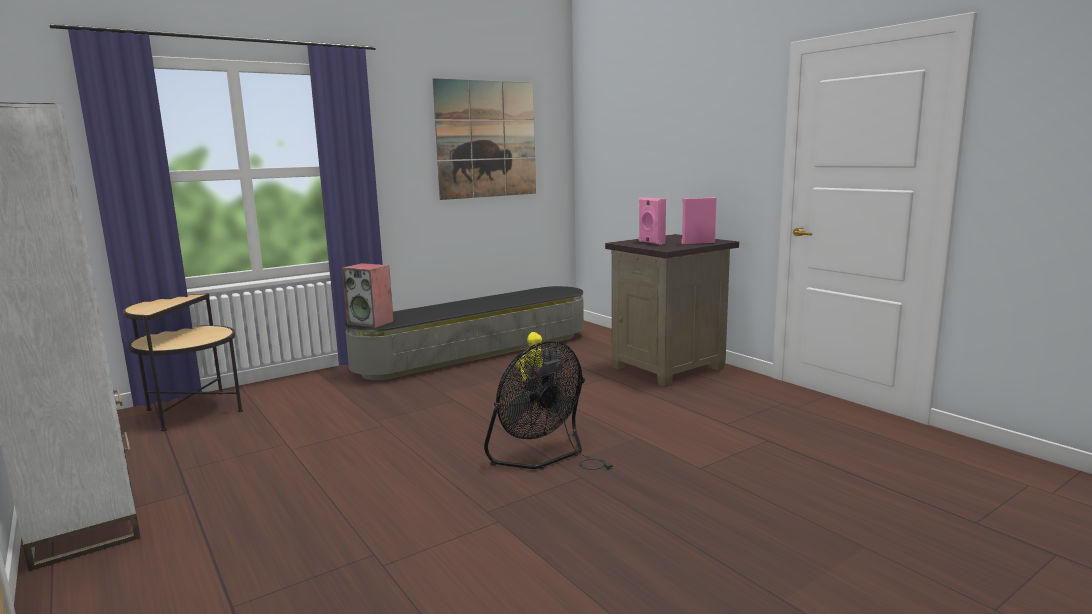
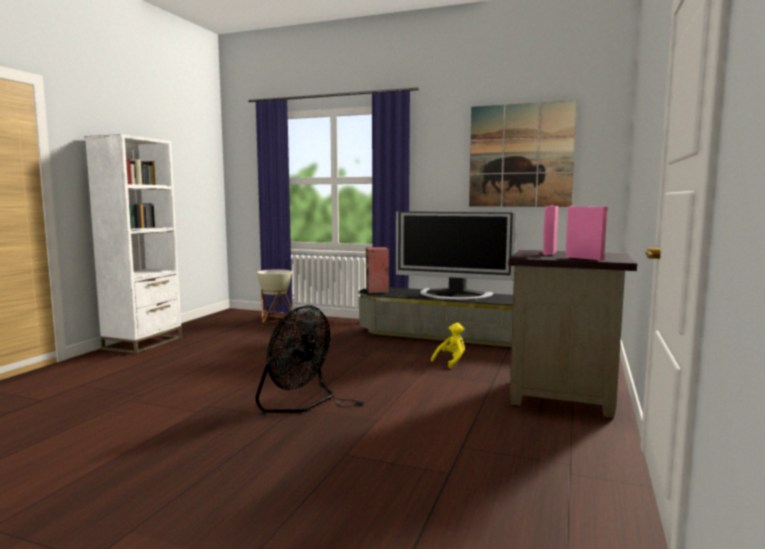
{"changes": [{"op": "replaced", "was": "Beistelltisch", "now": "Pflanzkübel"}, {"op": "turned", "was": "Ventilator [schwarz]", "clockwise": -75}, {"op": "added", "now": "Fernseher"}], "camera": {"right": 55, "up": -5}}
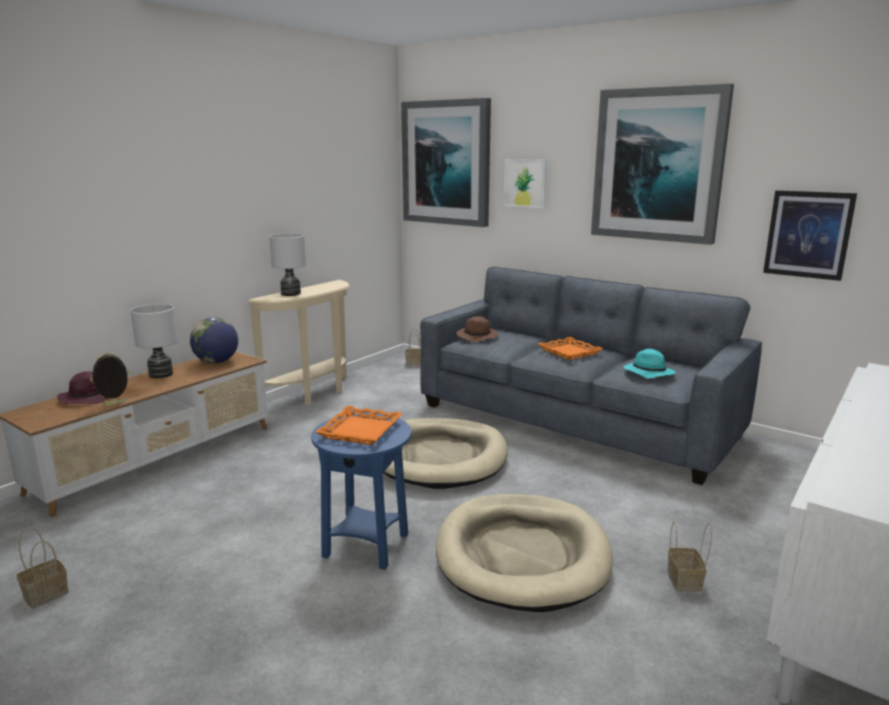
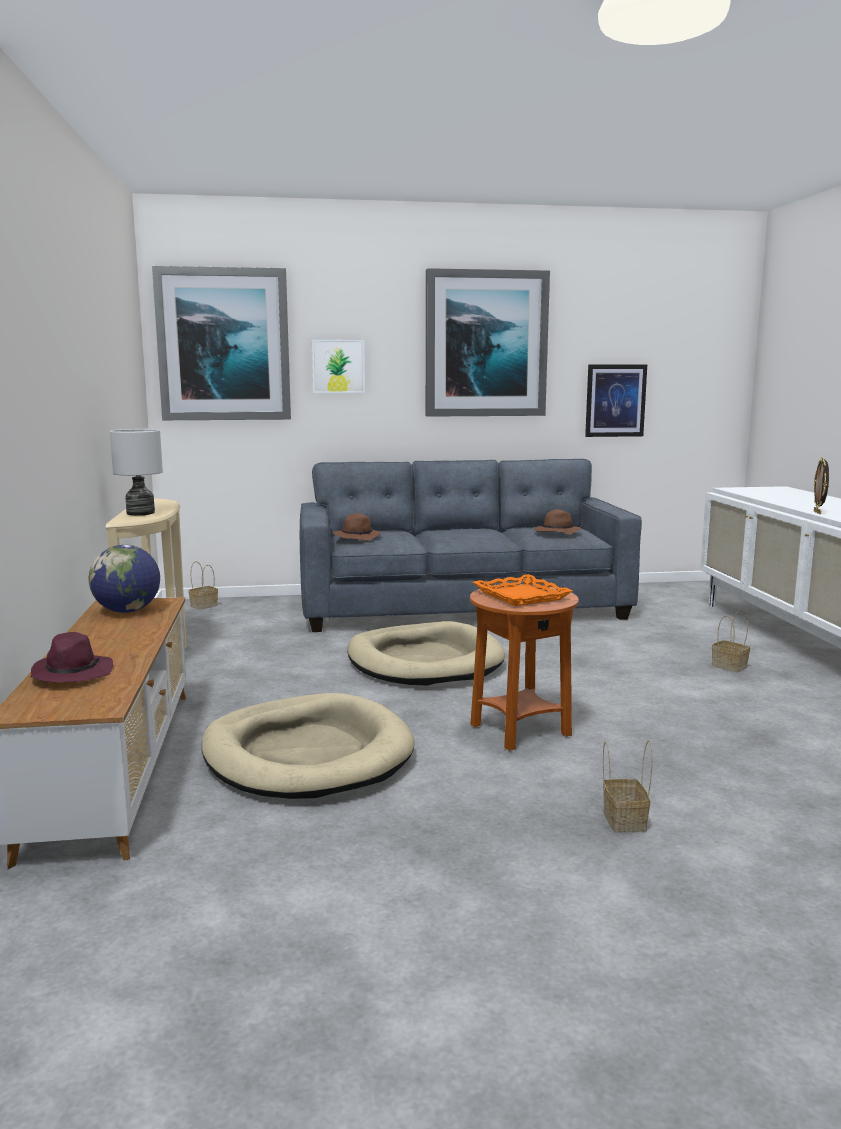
{"changes": [{"op": "moved", "was": "Korb (1st from left in the first image)", "now": "Korb (2nd from left)"}, {"op": "moved", "was": "Bilderrahmen"}, {"op": "removed", "was": "Tischlampe [grau] (1st from left)"}, {"op": "recoloured", "was": "Beistelltisch [blau]", "now": "Beistelltisch [braun]"}, {"op": "moved", "was": "Hundebett [beige] (2nd from left in the first image)", "now": "Hundebett [beige] (1st from left)"}, {"op": "removed", "was": "Tablett [orange] (2nd from left)"}, {"op": "recoloured", "was": "Hut [türkis]", "now": "Hut [braun] (2nd from left)"}], "camera": {"right": -45, "up": -5}}
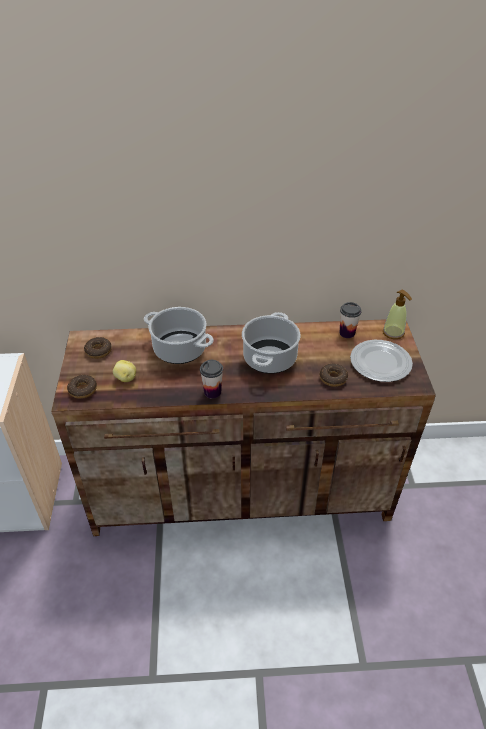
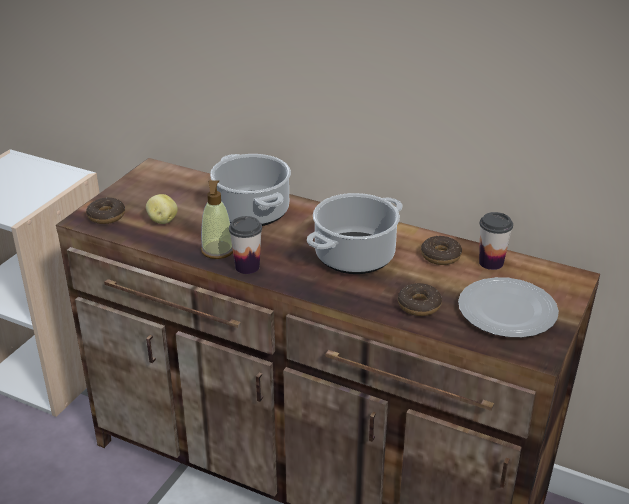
{"changes": [{"op": "moved", "was": "Donut (2nd from left in the first image)", "now": "Donut (3rd from left)"}, {"op": "moved", "was": "Seifenspender"}], "camera": {"right": 30, "up": -10}}
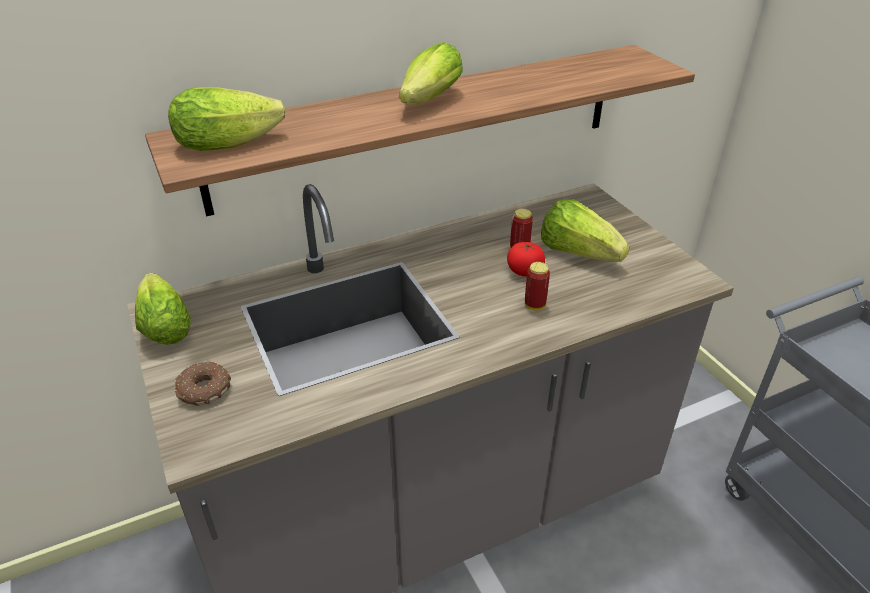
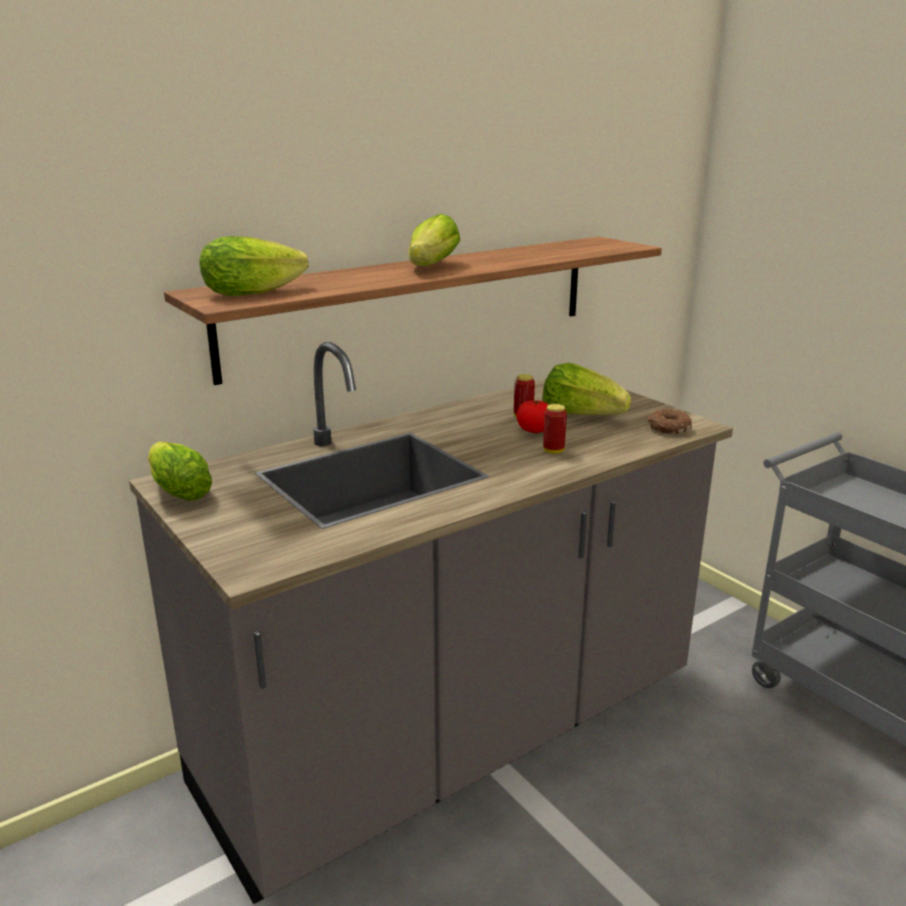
{"changes": [{"op": "moved", "was": "Donut"}], "camera": {"right": -10, "up": -15}}
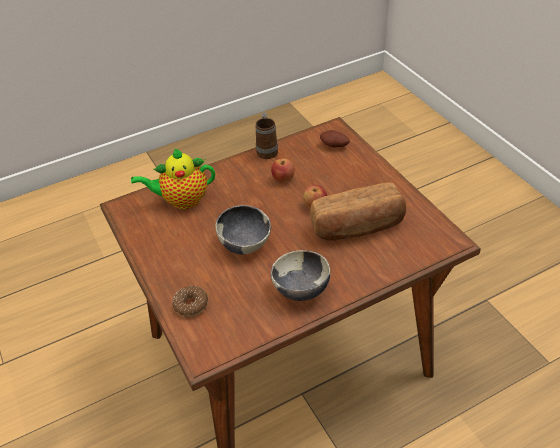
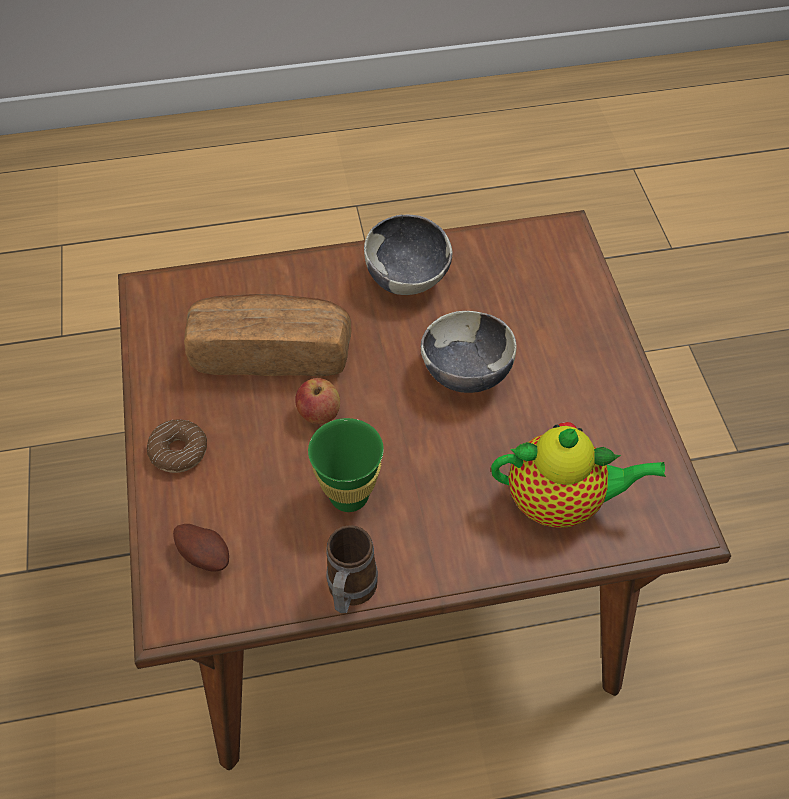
{"changes": [{"op": "moved", "was": "Donut"}, {"op": "replaced", "was": "Apfel (1st from left)", "now": "Tasse [grün]"}], "camera": {"right": -165, "up": 10}}
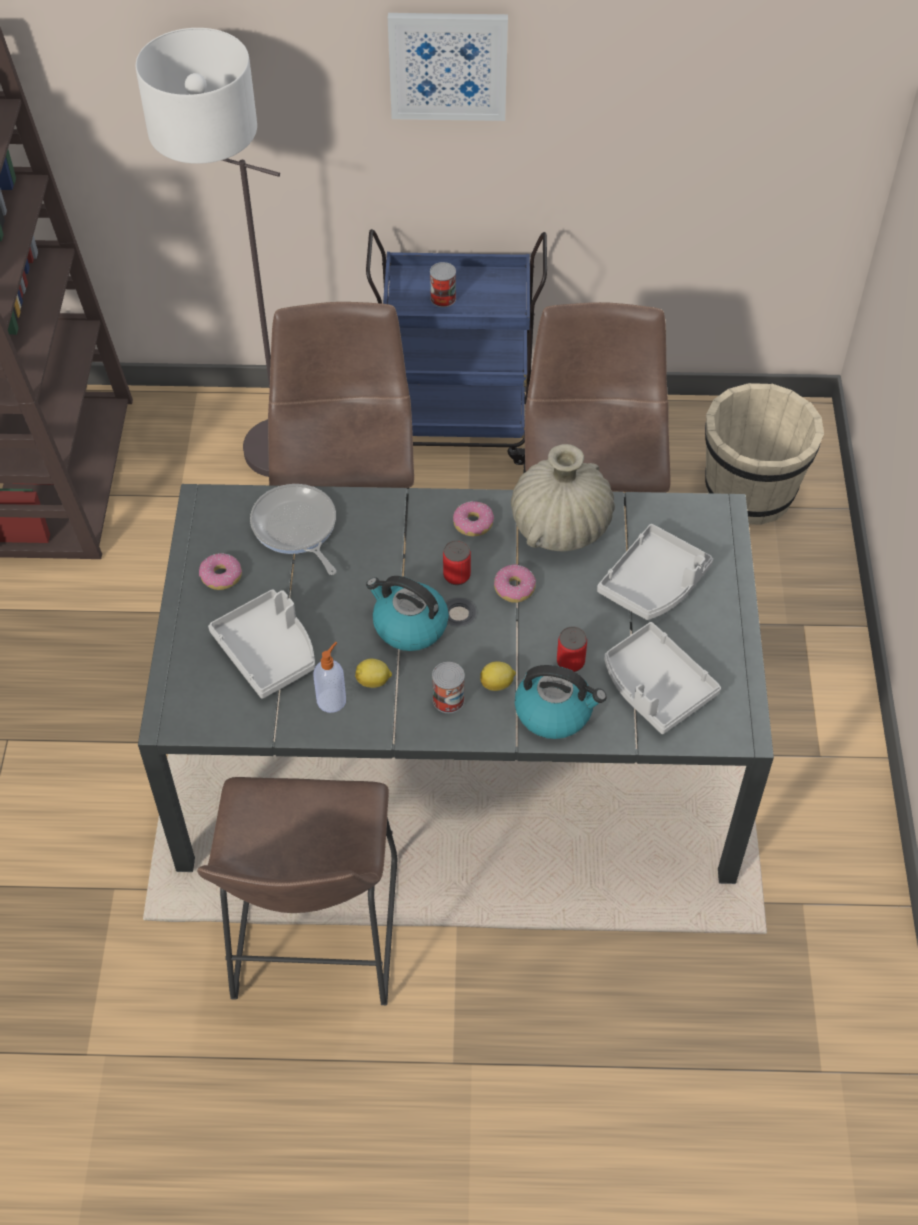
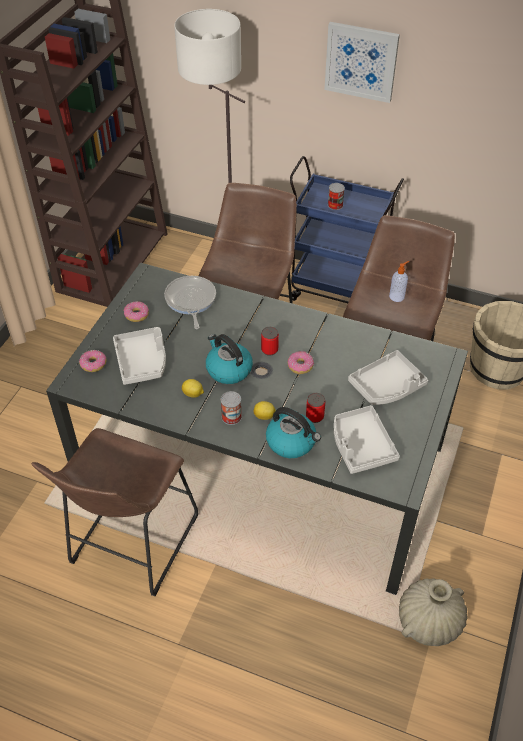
{"changes": [{"op": "moved", "was": "Seifenspender"}, {"op": "moved", "was": "Donut (2nd from left in the first image)", "now": "Donut (1st from left)"}, {"op": "moved", "was": "Vase [beige]"}], "camera": {"right": 20, "up": -5}}
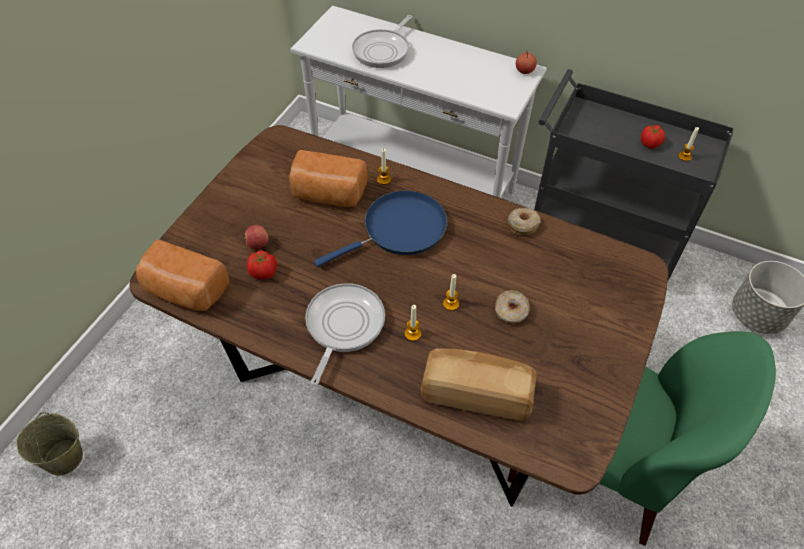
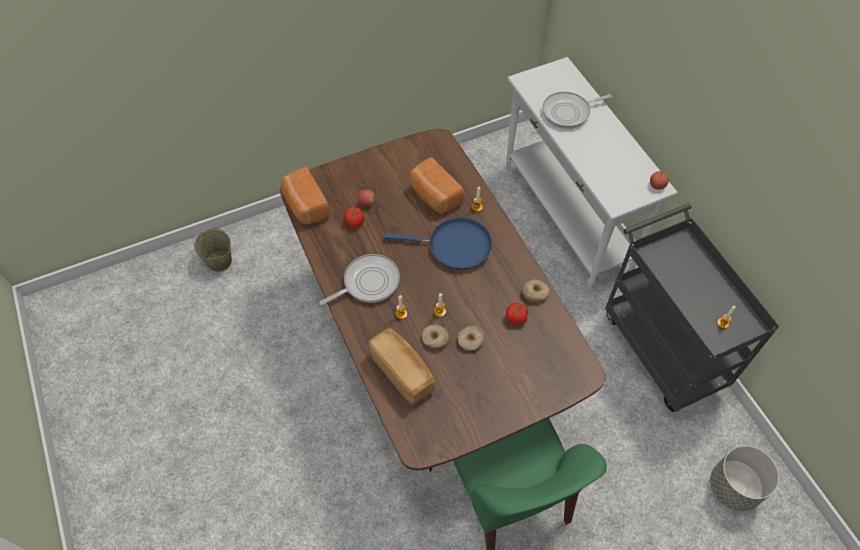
{"changes": [{"op": "moved", "was": "Tomate (2nd from left)"}, {"op": "added", "now": "Donut (1st from left)"}], "camera": {"right": 40, "up": 5}}
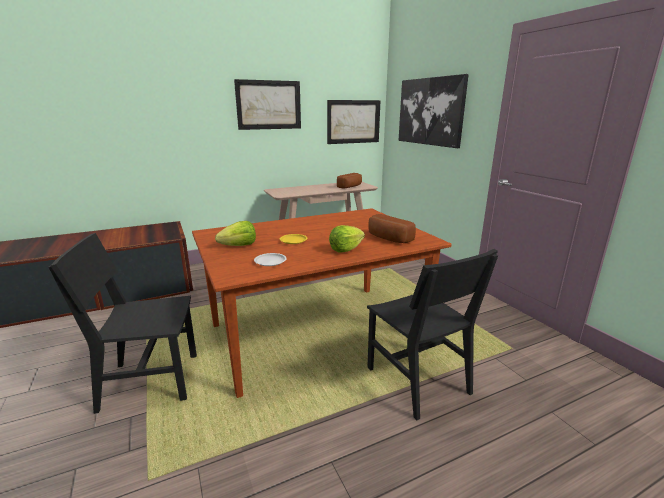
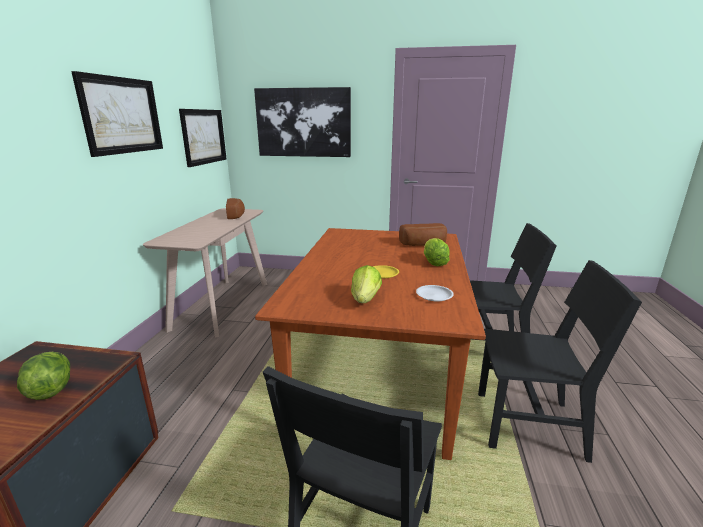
{"changes": [{"op": "added", "now": "Salatkopf (1st from left)"}, {"op": "added", "now": "Stuhl [schwarz] (3rd from left)"}], "camera": {"right": -55, "up": 0}}
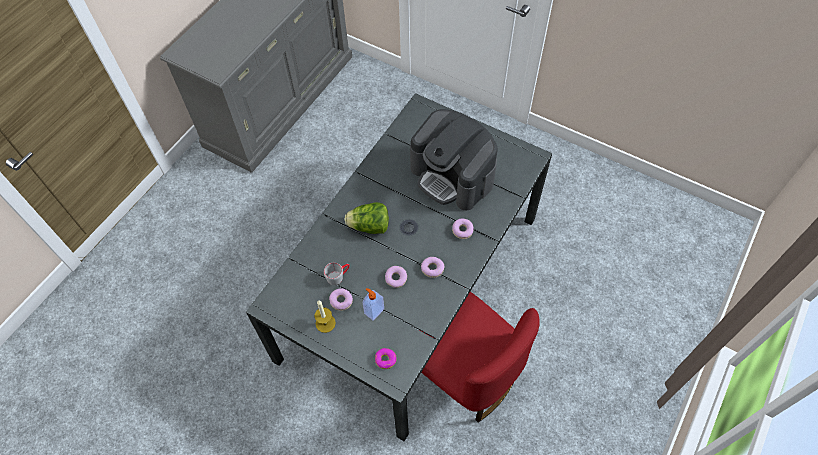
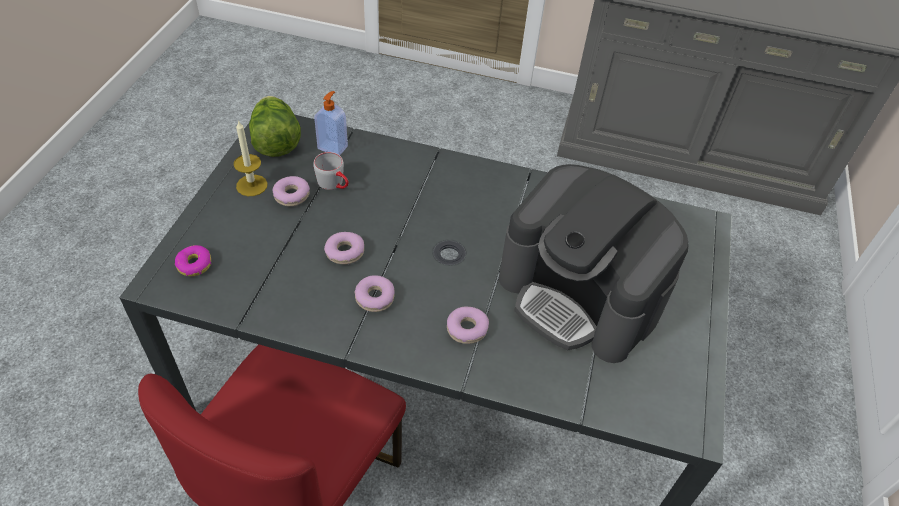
{"changes": [{"op": "moved", "was": "Salatkopf"}, {"op": "moved", "was": "Seifenspender"}, {"op": "turned", "was": "Kaffeemaschine", "clockwise": -75}], "camera": {"right": 70, "up": -10}}
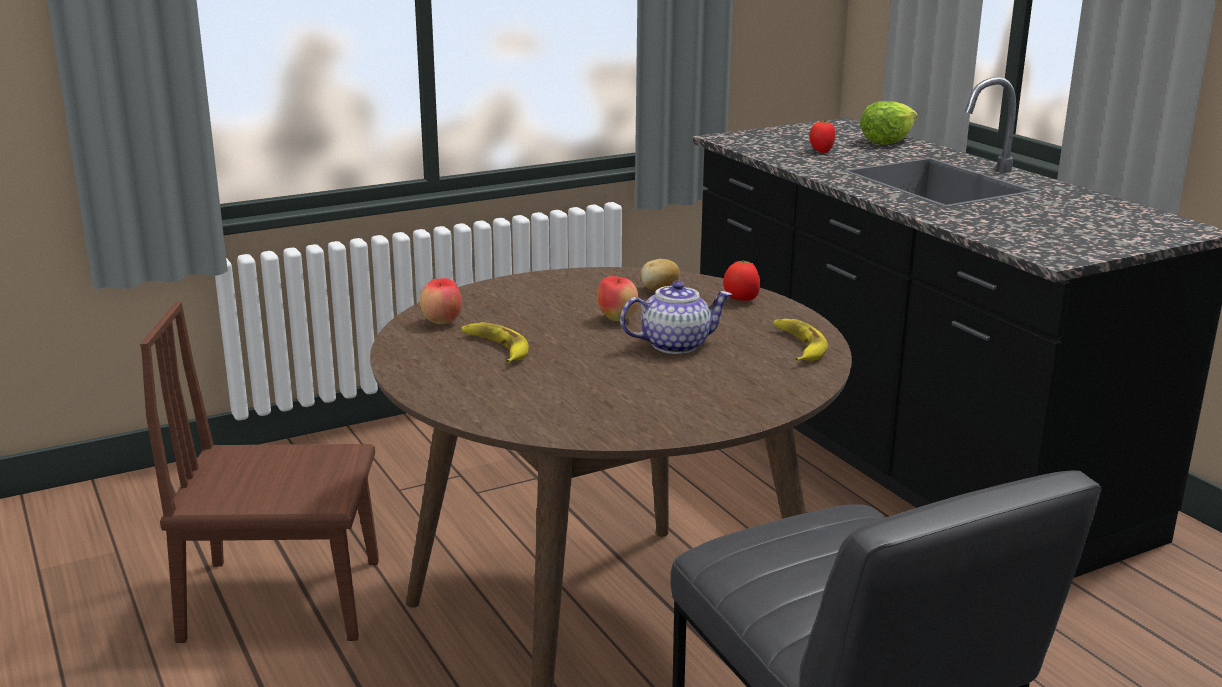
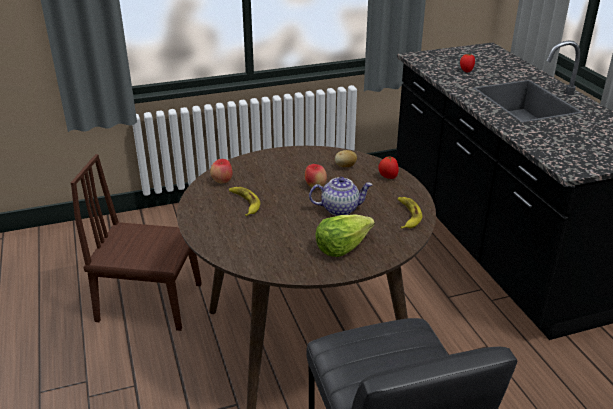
{"changes": [{"op": "moved", "was": "Salatkopf"}], "camera": {"right": 10, "up": 10}}
